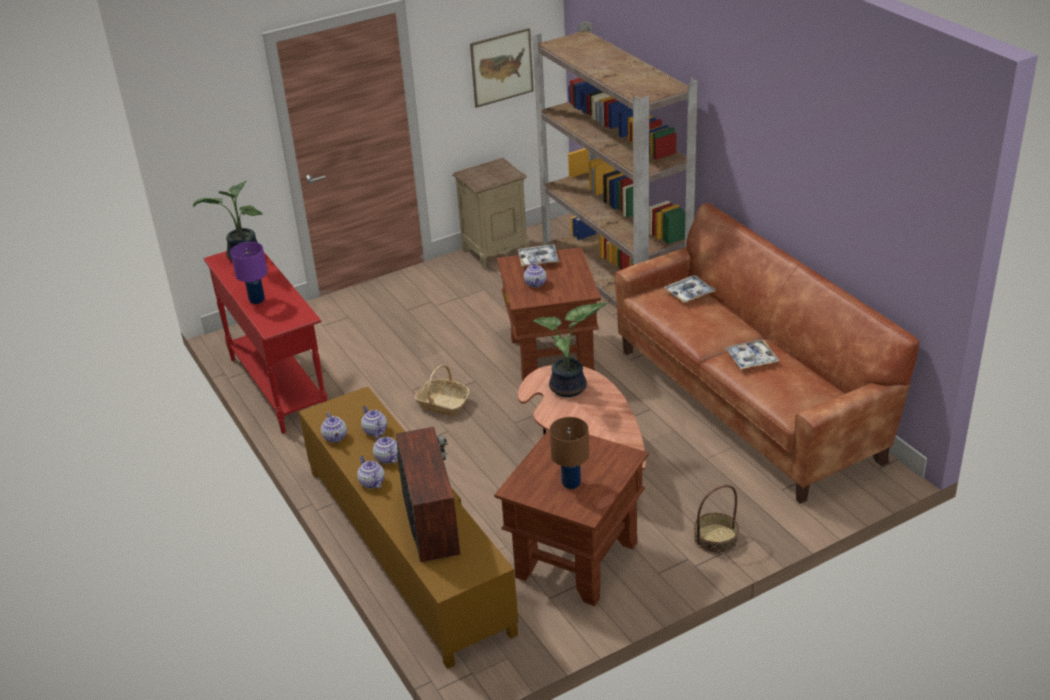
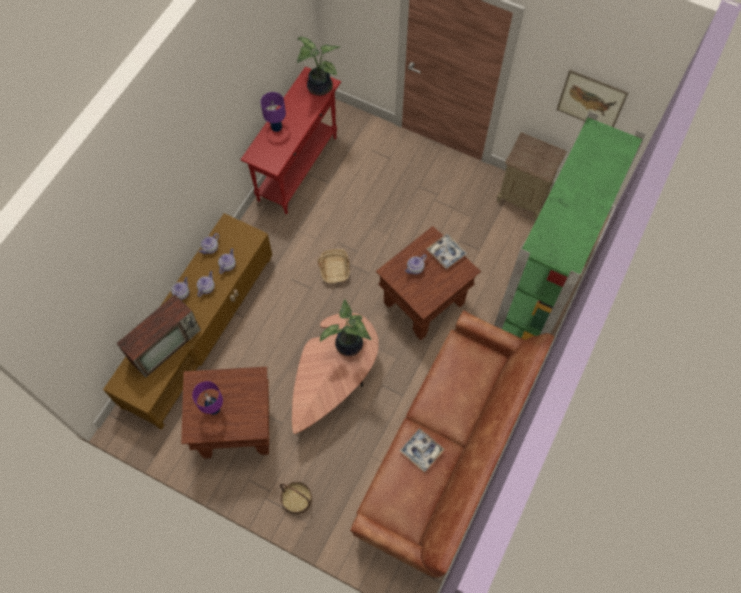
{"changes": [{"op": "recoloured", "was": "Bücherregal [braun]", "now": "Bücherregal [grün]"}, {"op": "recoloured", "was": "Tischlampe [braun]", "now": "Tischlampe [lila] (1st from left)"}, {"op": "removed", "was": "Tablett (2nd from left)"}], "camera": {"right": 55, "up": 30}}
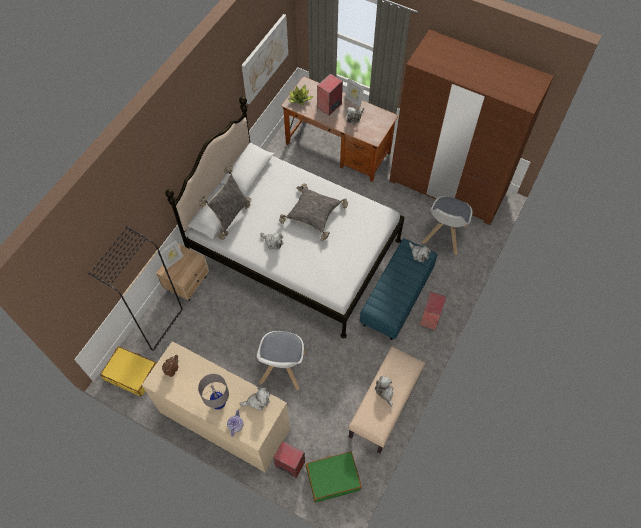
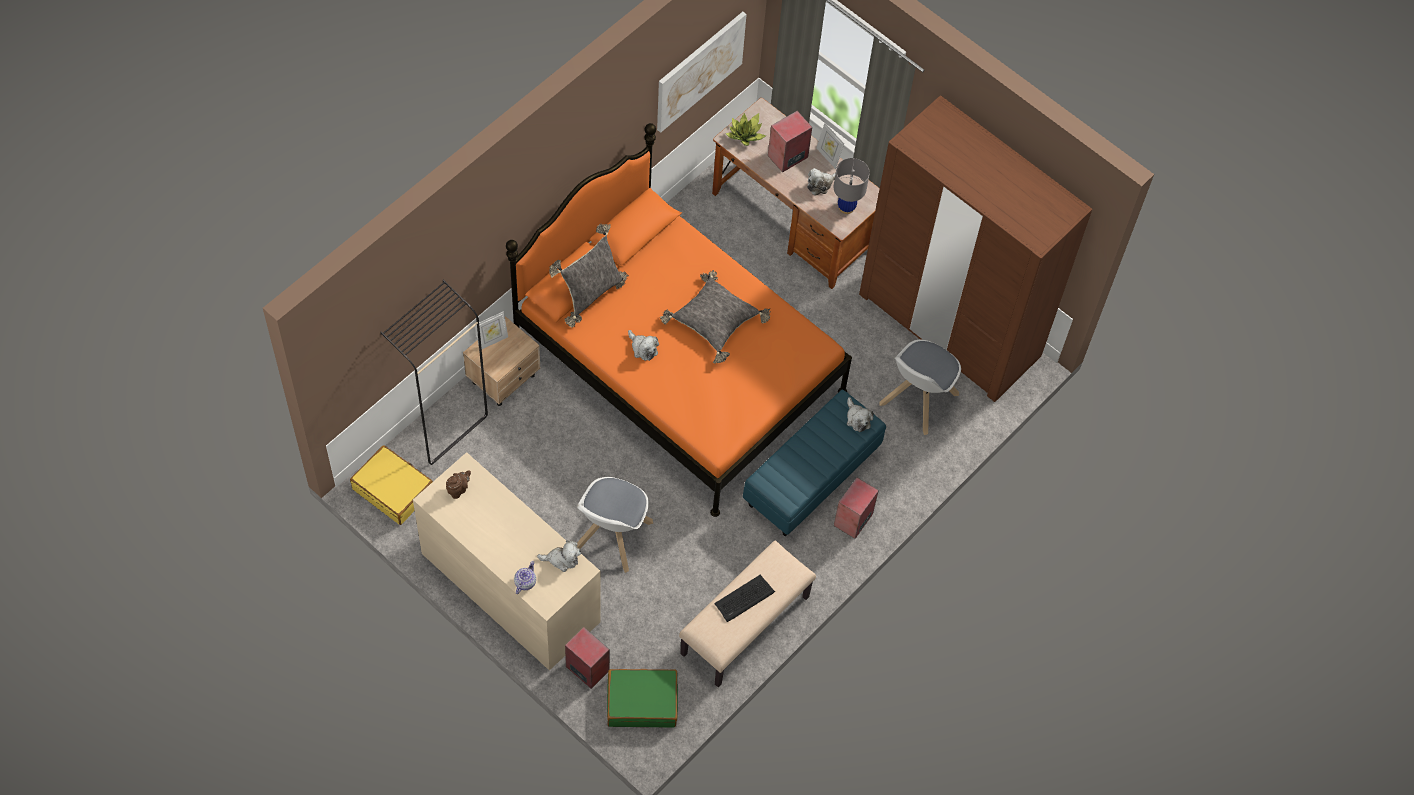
{"changes": [{"op": "recoloured", "was": "Bett [weiß]", "now": "Bett [orange]"}, {"op": "moved", "was": "Tischlampe [grau]"}, {"op": "replaced", "was": "Plüschtier (4th from left)", "now": "Tastatur"}], "camera": {"right": 10, "up": 0}}
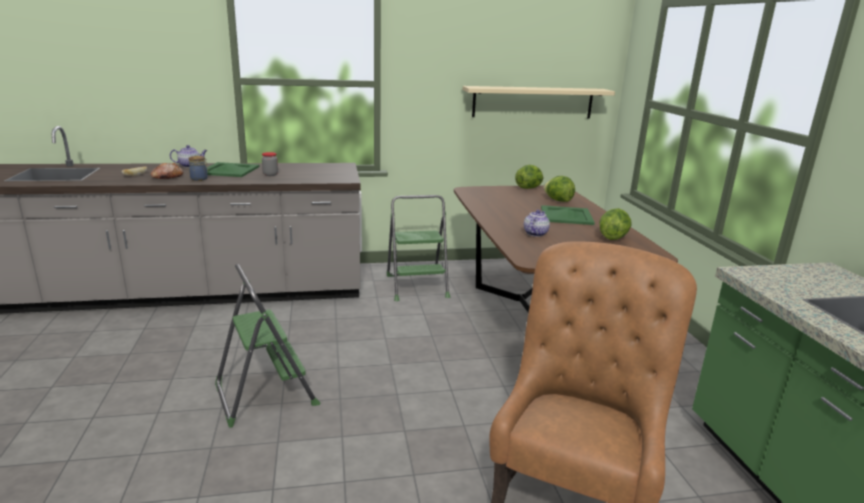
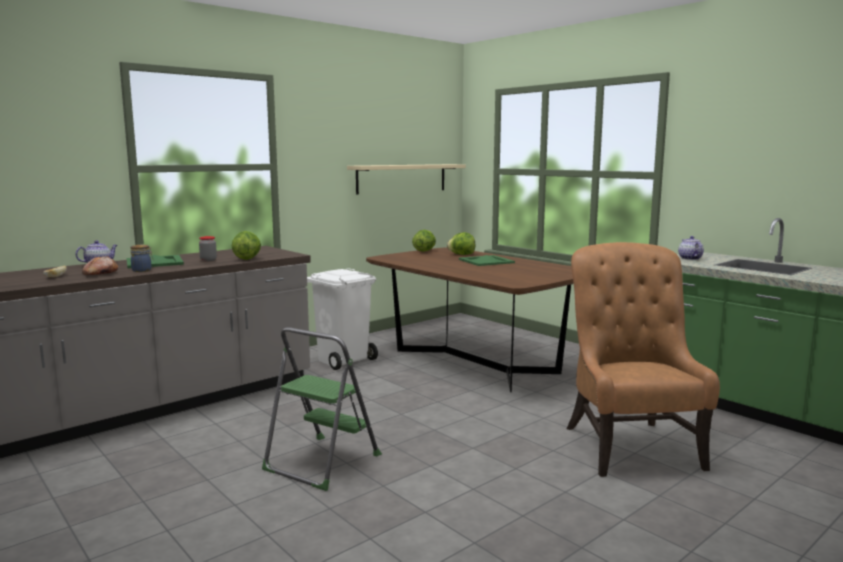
{"changes": [{"op": "replaced", "was": "Trittleiter [grün] (2nd from left)", "now": "Mülleimer [weiß]"}, {"op": "moved", "was": "Teekanne (2nd from left)"}, {"op": "moved", "was": "Salatkopf (3rd from left in the first image)", "now": "Salatkopf (1st from left)"}], "camera": {"right": -30, "up": -10}}
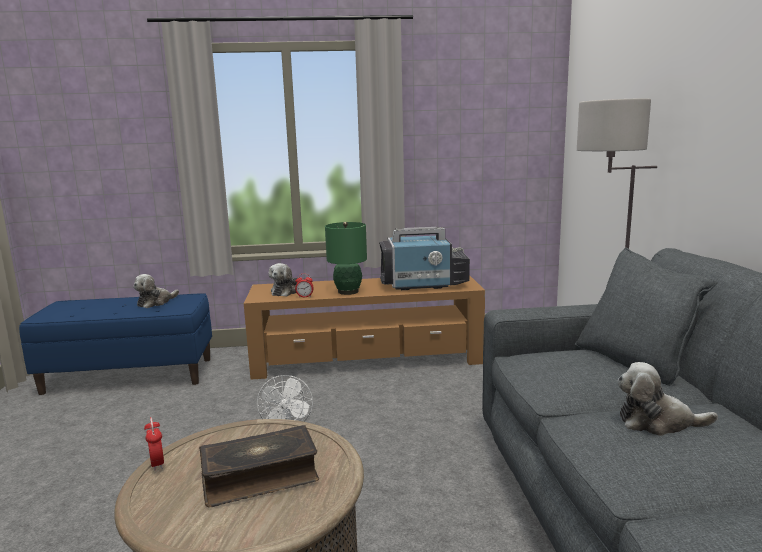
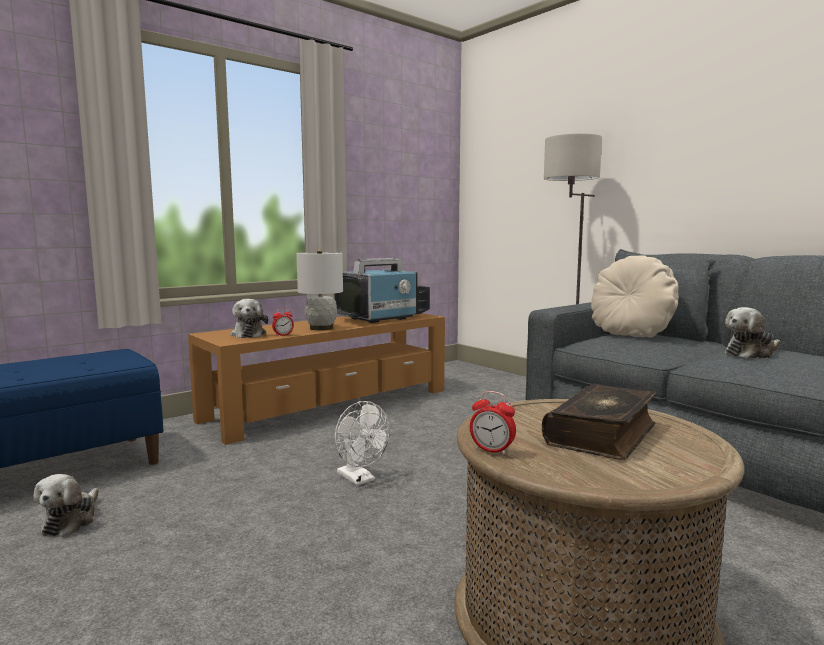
{"changes": [{"op": "moved", "was": "Plüschtier (1st from left)"}, {"op": "recoloured", "was": "Tischlampe [grün]", "now": "Tischlampe [weiß]"}, {"op": "added", "now": "Kissen [beige]"}], "camera": {"right": -35, "up": -5}}
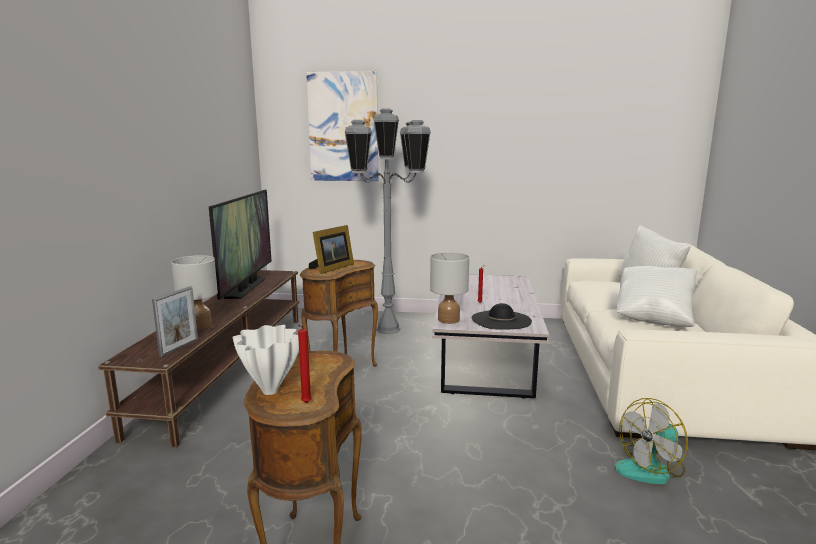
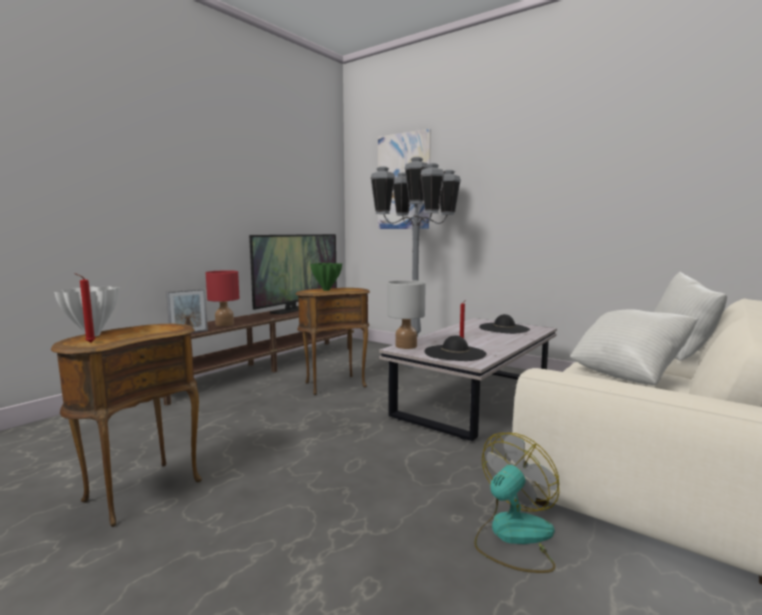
{"changes": [{"op": "recoloured", "was": "Tischlampe [grau] (1st from left)", "now": "Tischlampe [rot]"}, {"op": "replaced", "was": "Bilderrahmen (2nd from left)", "now": "Vase [grün]"}, {"op": "turned", "was": "Ventilator", "clockwise": 135}, {"op": "added", "now": "Hut [schwarz] (2nd from left)"}], "camera": {"right": 30, "up": -5}}
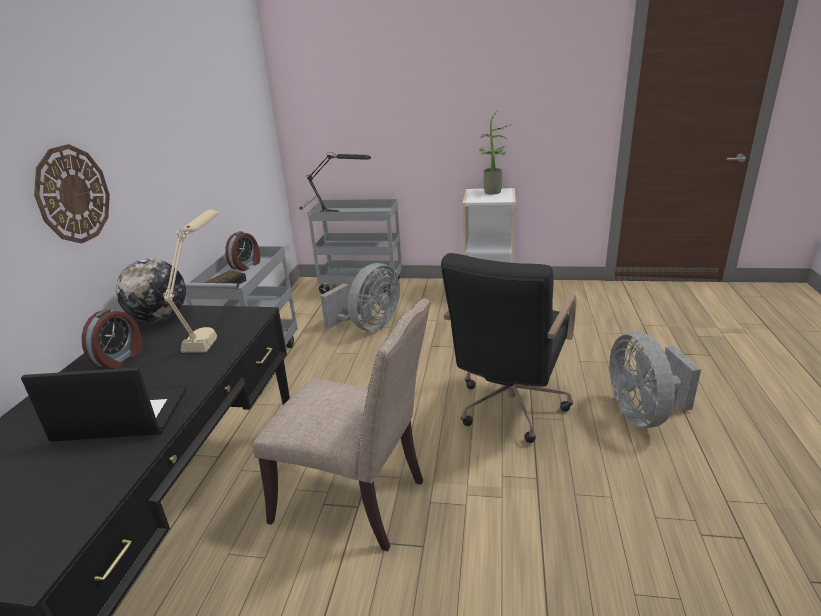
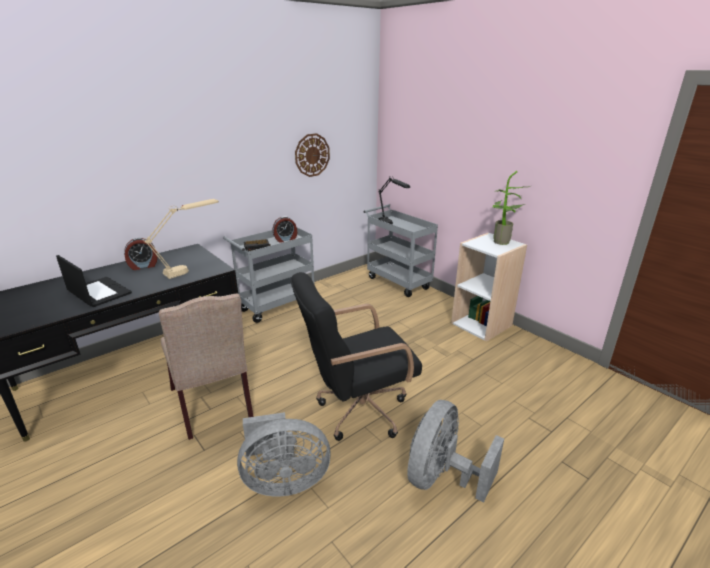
{"changes": [{"op": "moved", "was": "Wanduhr"}, {"op": "removed", "was": "Globus"}, {"op": "moved", "was": "Ventilator [grau] (1st from left)"}], "camera": {"right": 40, "up": 0}}
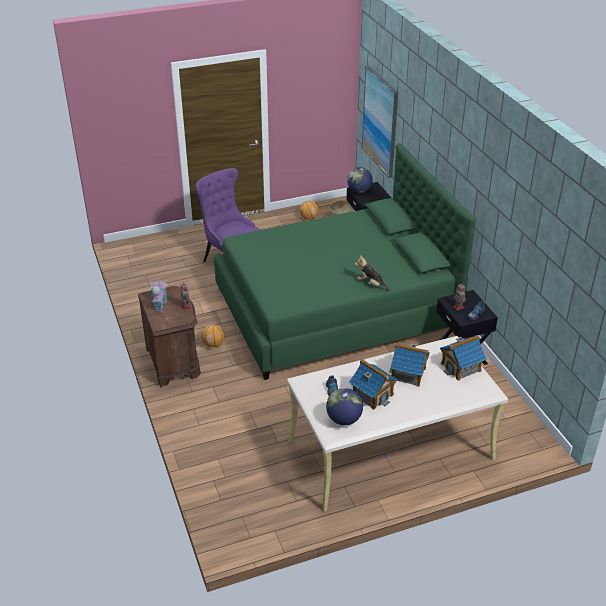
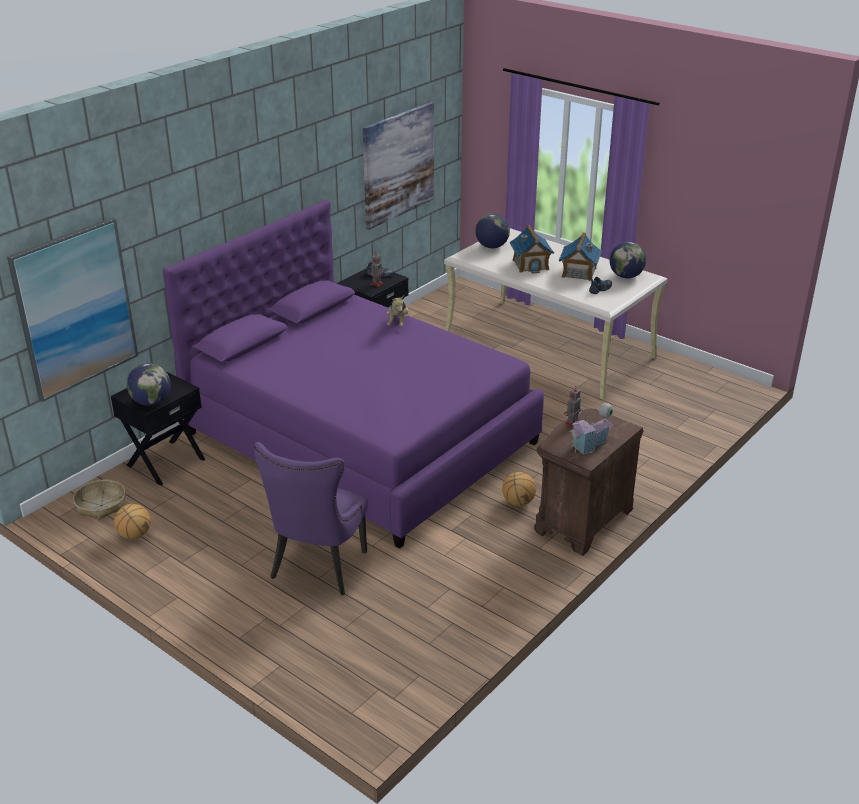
{"changes": [{"op": "recoloured", "was": "Bett [grün]", "now": "Bett [lila]"}, {"op": "replaced", "was": "Spielzeughaus (4th from left)", "now": "Globus (2nd from left)"}, {"op": "added", "now": "Bild (2nd from left)"}], "camera": {"right": -120, "up": -5}}
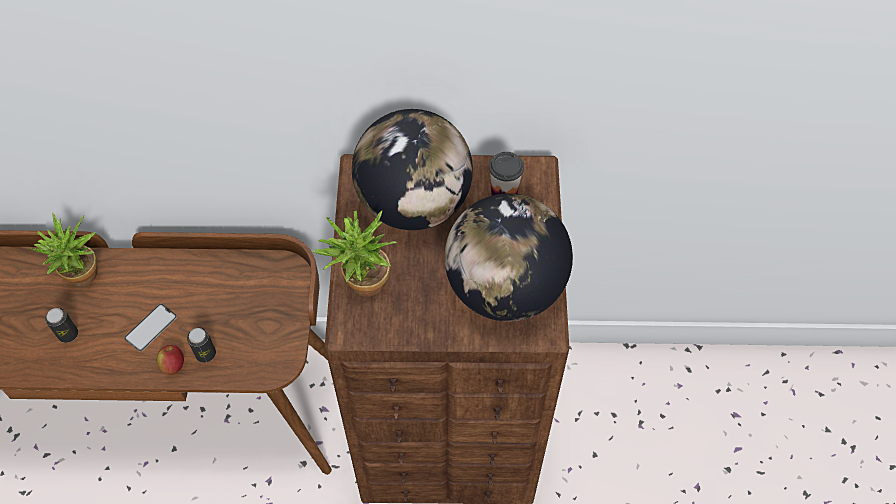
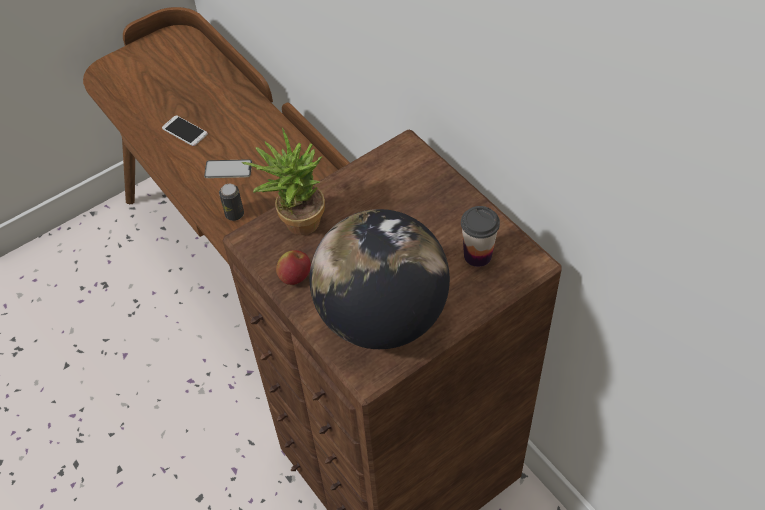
{"changes": [{"op": "removed", "was": "Topfpflanze (1st from left)"}, {"op": "replaced", "was": "Dose (1st from left)", "now": "Handy (1st from left)"}, {"op": "moved", "was": "Apfel"}, {"op": "removed", "was": "Globus (1st from left)"}], "camera": {"right": 55, "up": -5}}
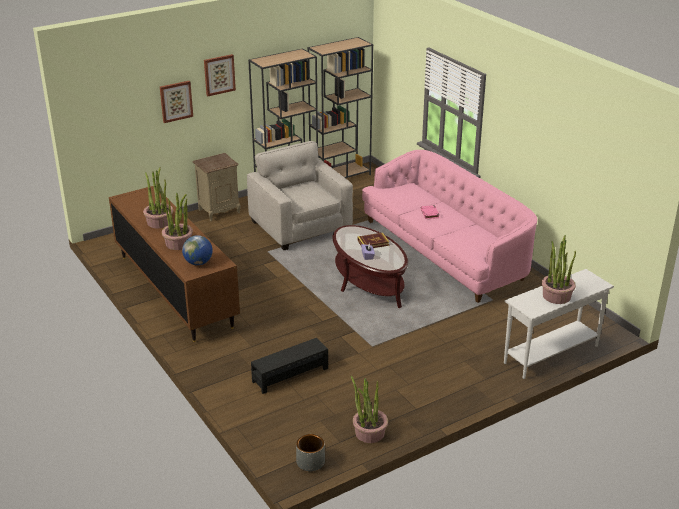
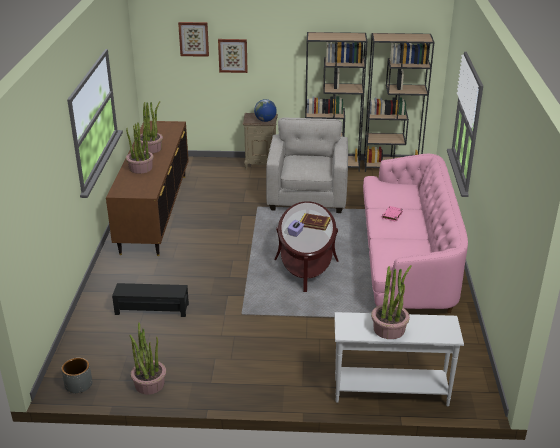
{"changes": [{"op": "moved", "was": "Globus"}, {"op": "moved", "was": "Bild (2nd from left in the first image)", "now": "Bild (1st from left)"}], "camera": {"right": 35, "up": 0}}
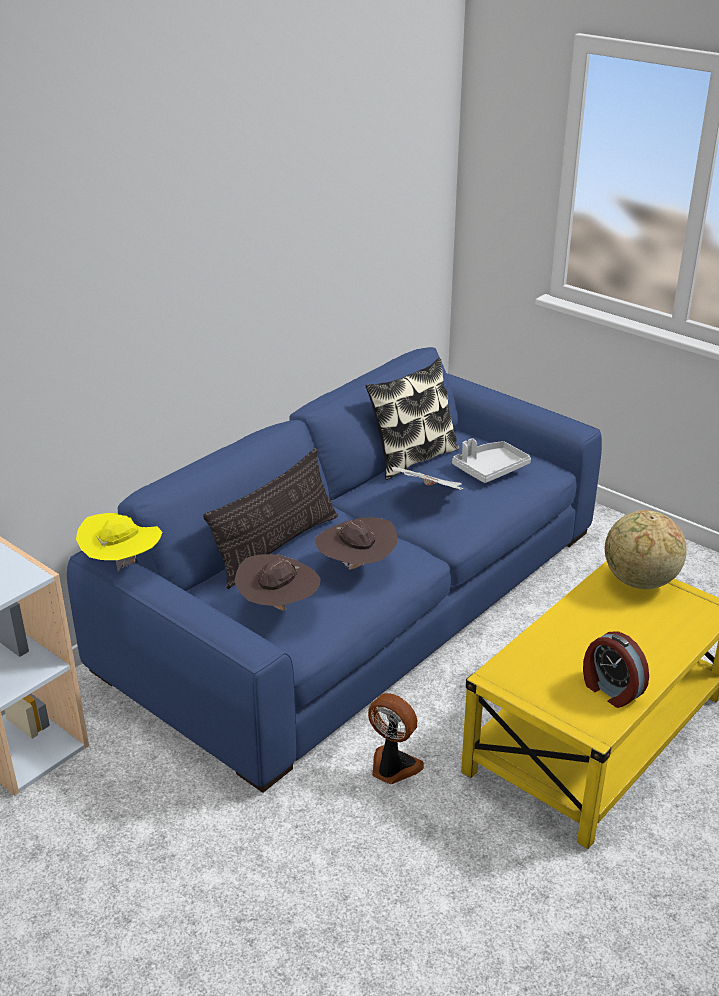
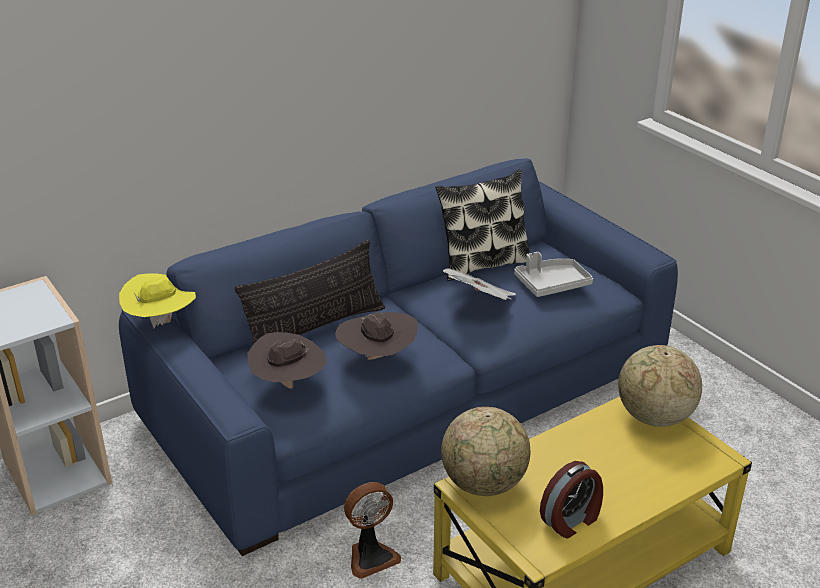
{"changes": [{"op": "turned", "was": "Ventilator", "clockwise": 105}, {"op": "turned", "was": "Wecker", "clockwise": -105}, {"op": "added", "now": "Globus (1st from left)"}], "camera": {"right": 15, "up": 0}}
